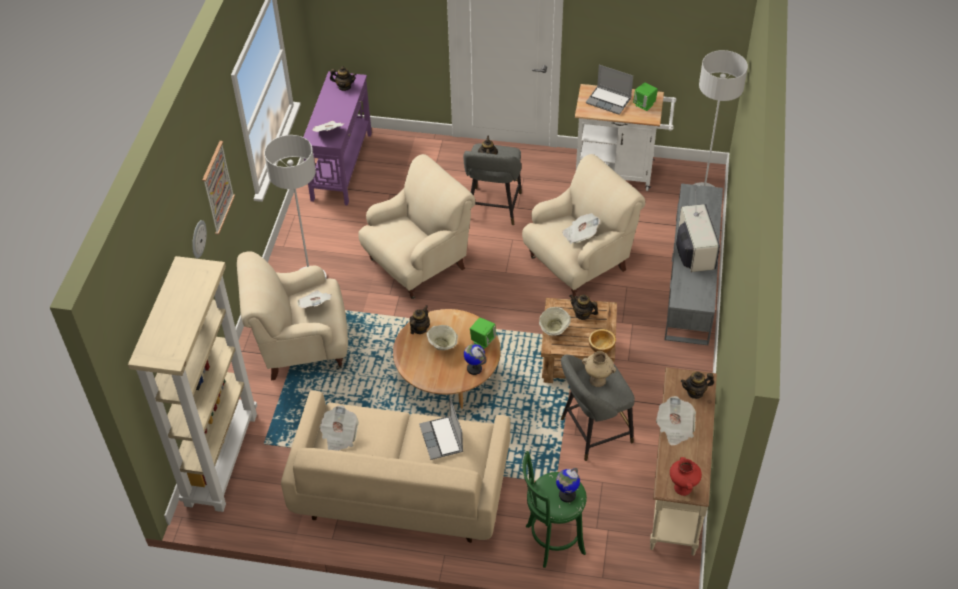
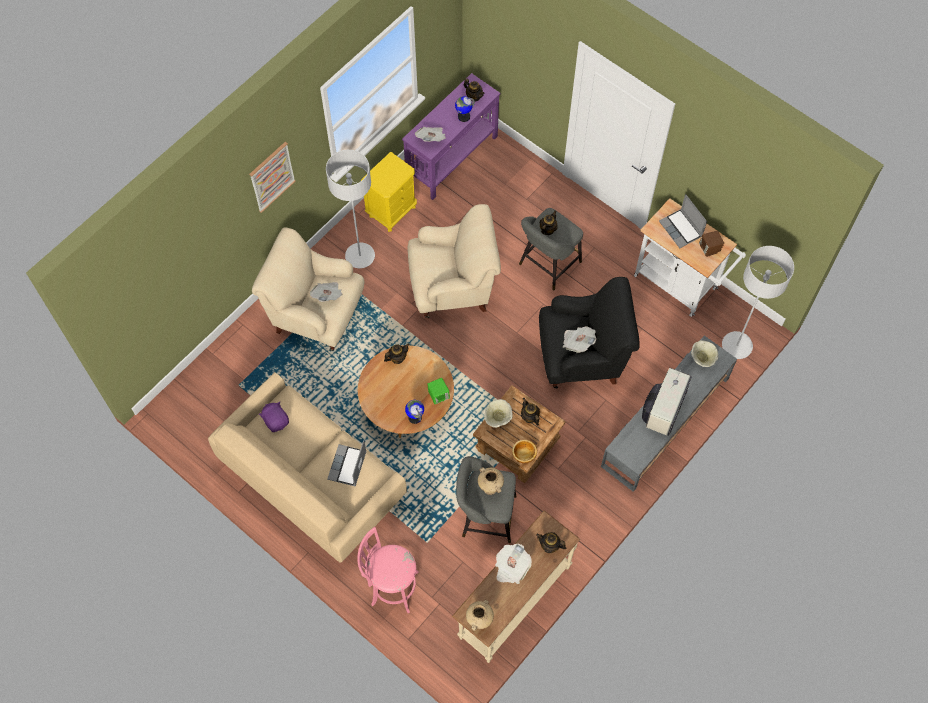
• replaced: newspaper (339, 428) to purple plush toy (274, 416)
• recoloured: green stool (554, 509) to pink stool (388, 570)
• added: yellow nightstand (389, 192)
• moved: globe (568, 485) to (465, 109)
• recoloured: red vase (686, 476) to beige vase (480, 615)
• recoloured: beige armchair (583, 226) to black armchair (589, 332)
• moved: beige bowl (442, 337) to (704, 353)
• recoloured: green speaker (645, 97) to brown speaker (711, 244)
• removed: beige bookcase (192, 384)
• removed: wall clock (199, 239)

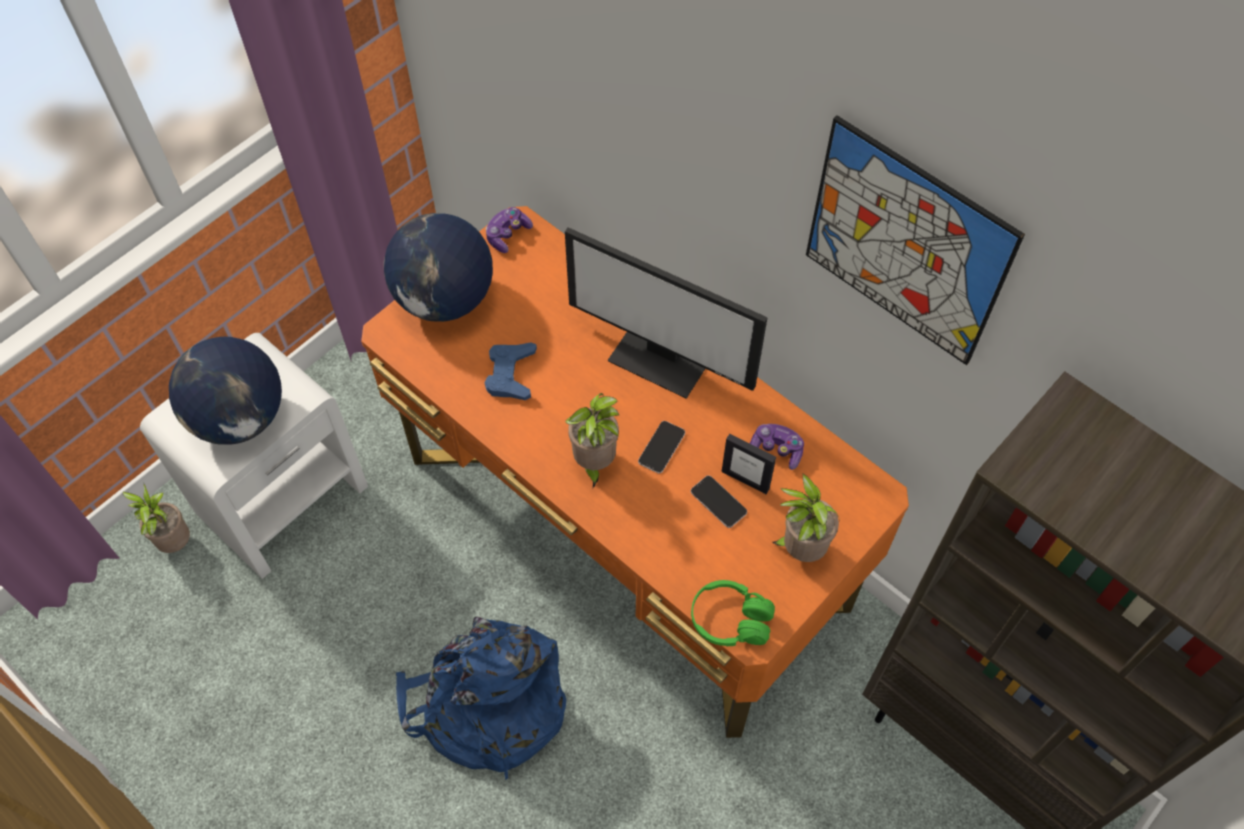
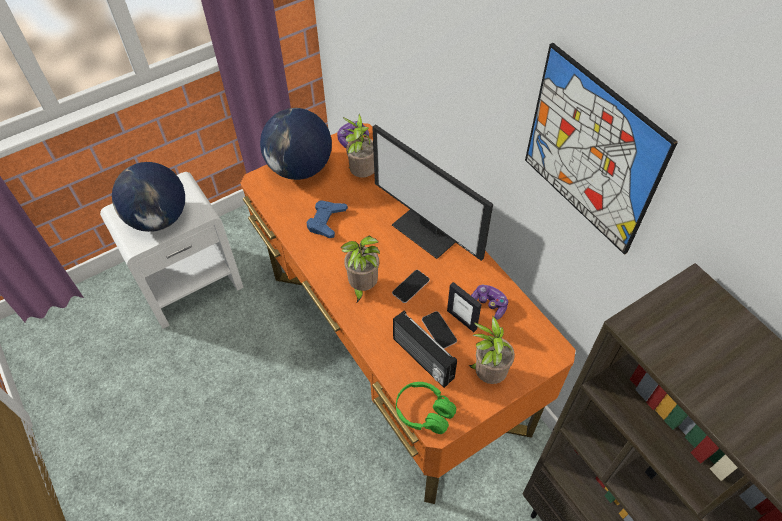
• moved: potted plant (156, 518) to (358, 146)
• added: radio (425, 349)
• removed: blue backpack (481, 698)

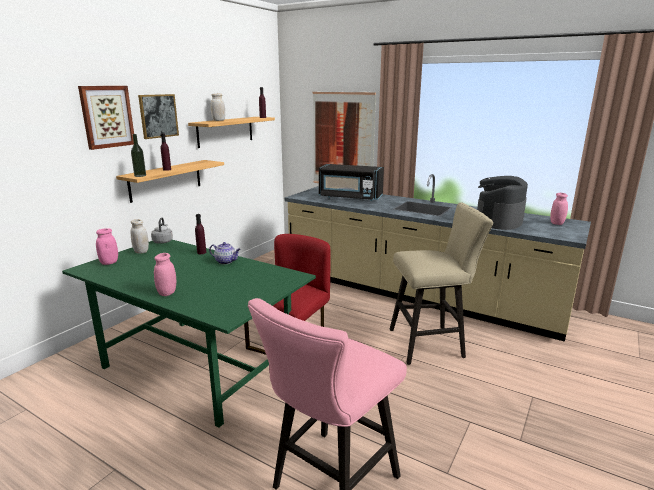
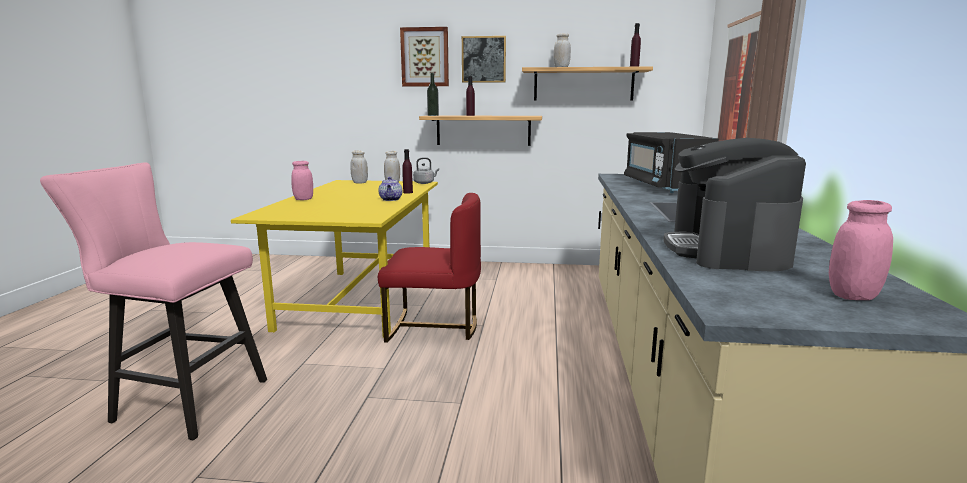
• recoloured: green dining table (189, 334) to yellow dining table (334, 259)
• recoloured: pink jar (107, 246) to white jar (359, 167)
• turned: coffee machine (502, 203) = (734, 204) 90 degrees counterclockwise
• removed: beige stool (441, 284)

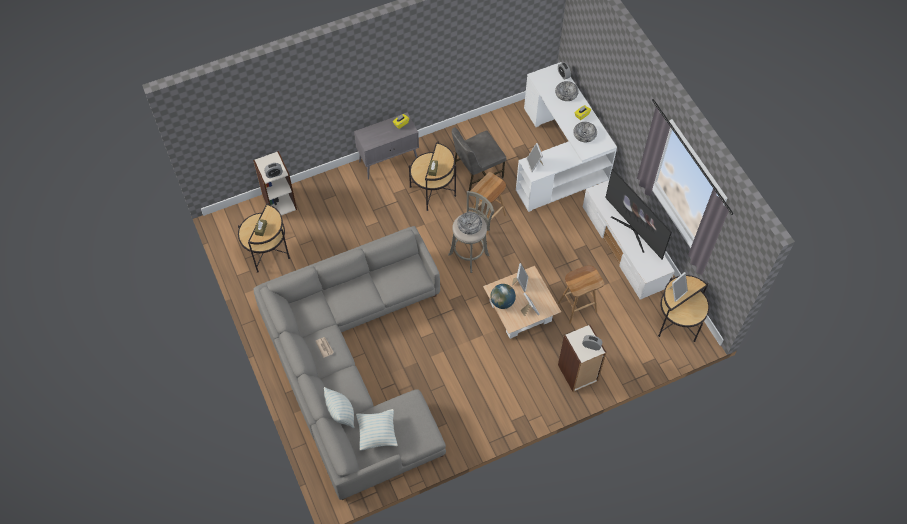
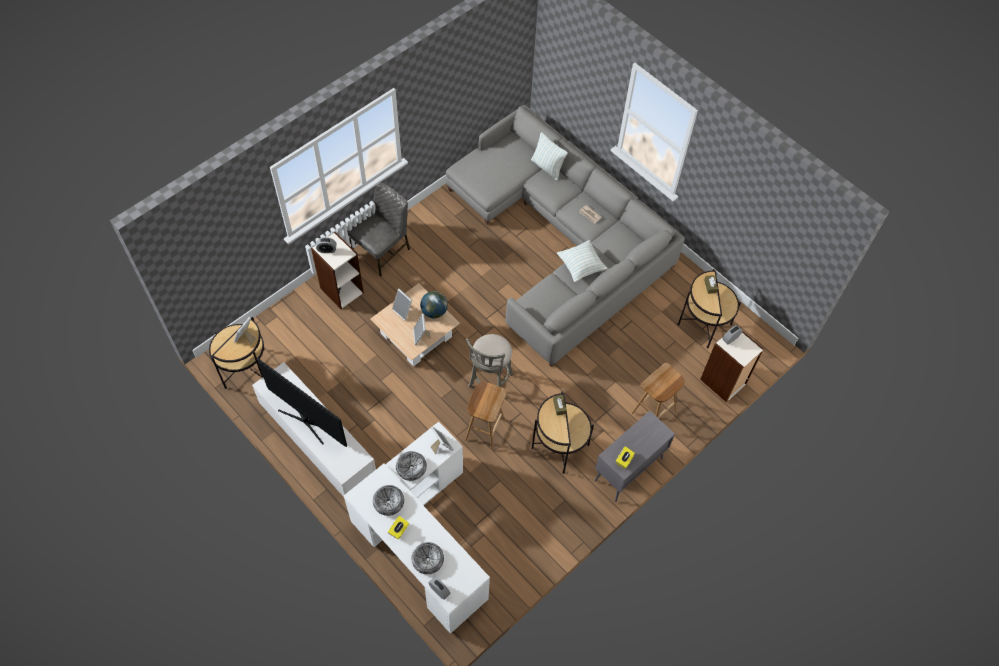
• moved: grey chair (479, 159) to (378, 229)
• moved: bowl (469, 223) to (411, 466)
• moved: pillow (377, 429) to (582, 261)
• moved: brown stool (581, 294) to (658, 390)

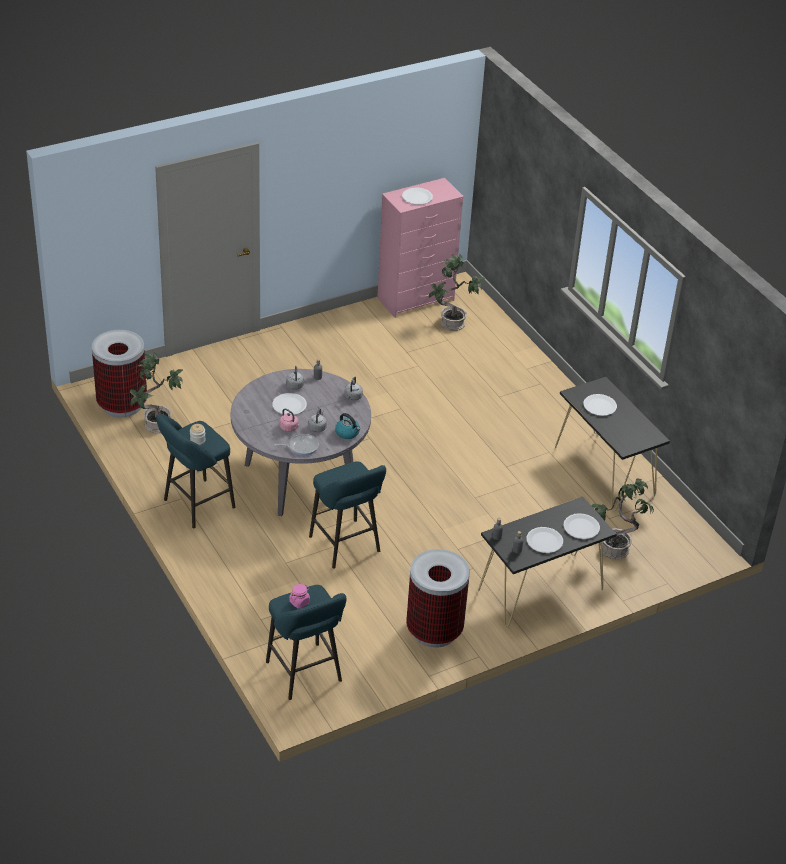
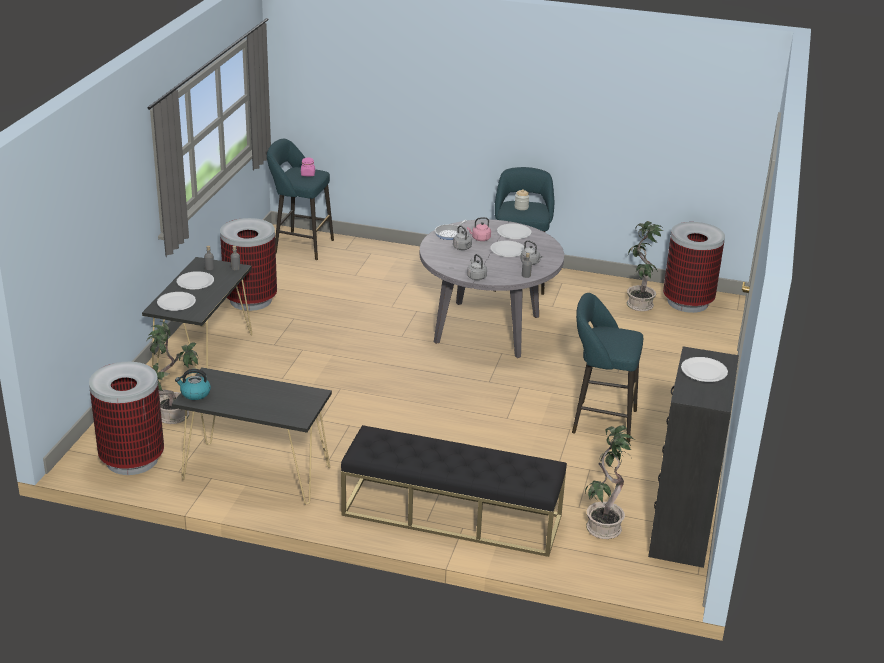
• added: trash can (126, 418)
• moved: kettle (347, 426) to (193, 384)
• added: black bench (454, 491)
• moved: white plate (600, 405) to (514, 231)
• moved: turquoise stool (347, 515) to (607, 368)
• recoloured: pink dresser (420, 248) to black dresser (693, 457)

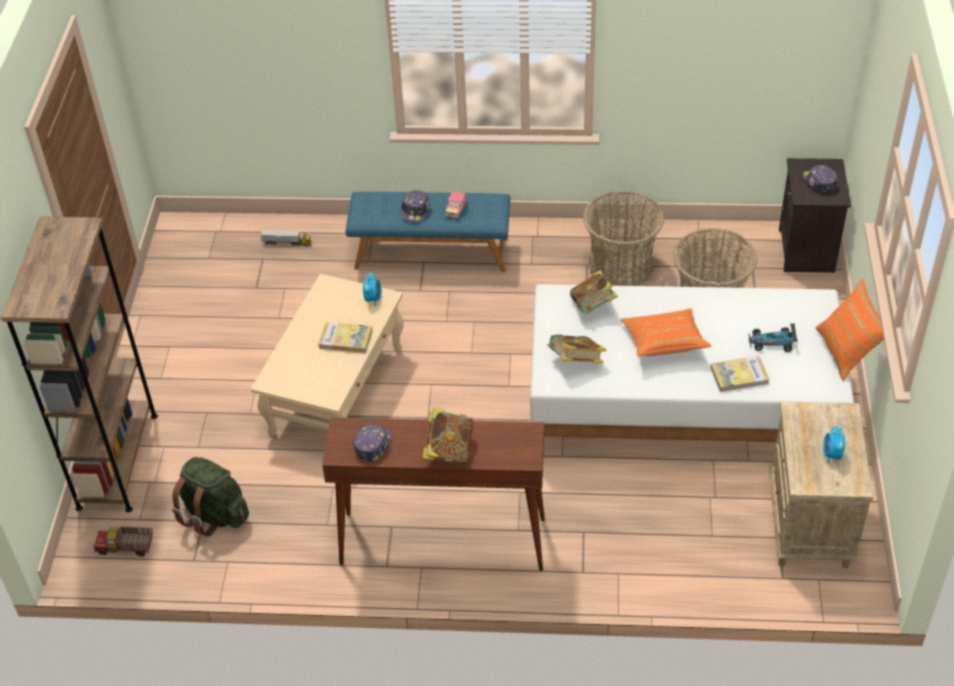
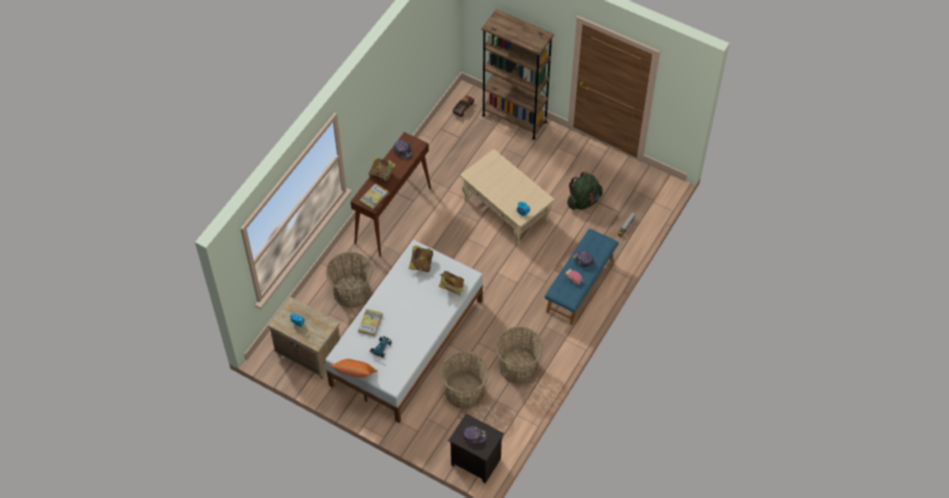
• added: basket (349, 279)
• moved: book (345, 337) to (374, 196)
• moved: green backpack (210, 497) to (585, 190)
• removed: orange pillow (665, 332)

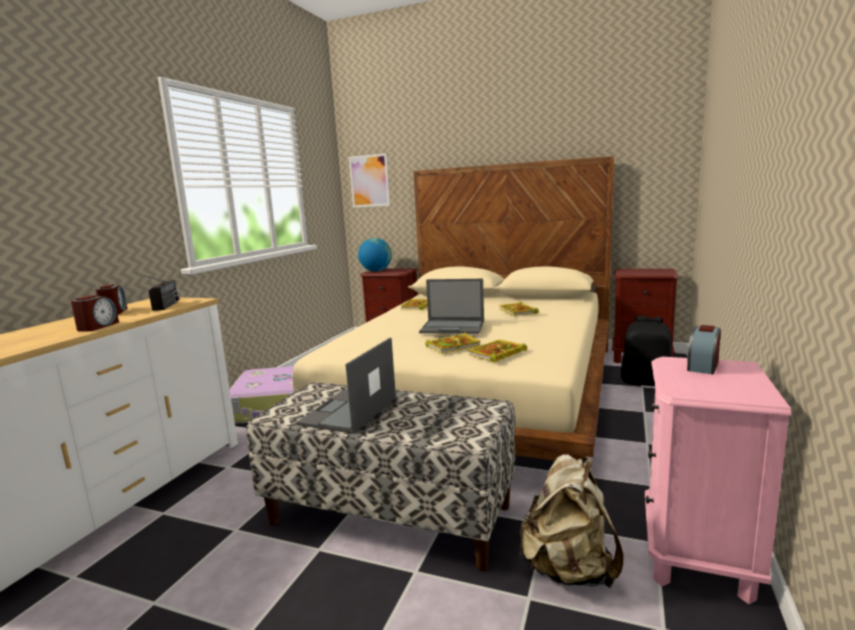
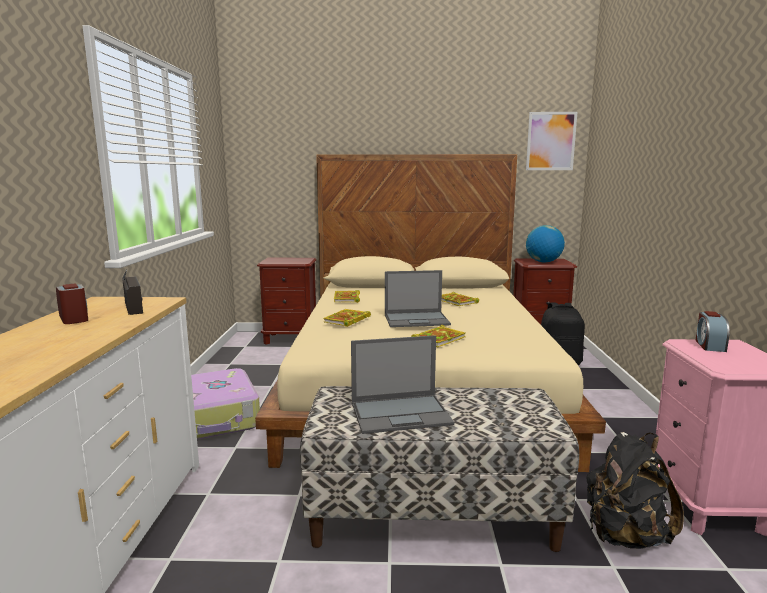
• moved: book (497, 350) to (347, 318)
• turned: laptop (346, 386) = (402, 384) 105 degrees counterclockwise
• moved: picture (369, 180) to (551, 141)
• moved: globe (375, 255) to (545, 244)
• recoloured: beige backpack (571, 521) to black backpack (635, 490)
• removed: alarm clock (95, 313)

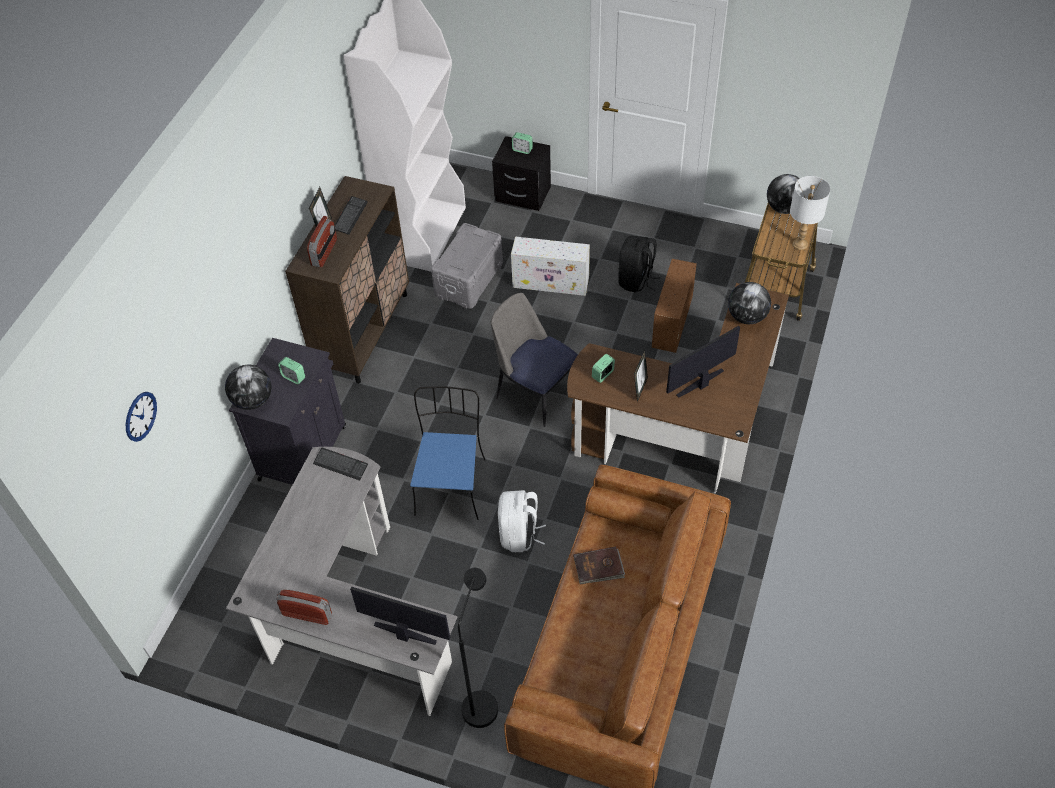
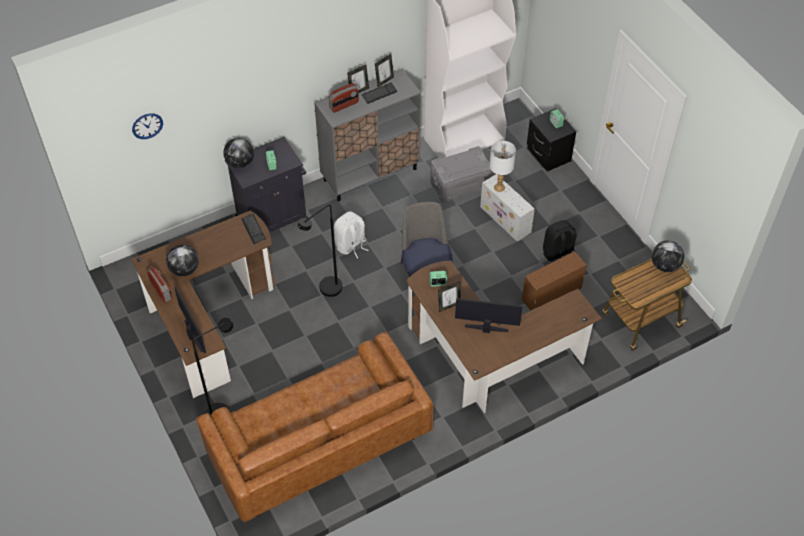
• recoloured: grey desk (341, 581) to brown desk (203, 304)
• moved: globe (749, 303) to (182, 261)
• replaced: blue chair (447, 453) to black floor lamp (320, 250)
• recoloured: brown cabinet (347, 280) to grey cabinet (367, 135)
• moved: white backpack (522, 521) to (351, 235)
• added: picture frame (384, 70)
• moved: white table lamp (810, 213) to (502, 166)
• removed: brown book (599, 565)

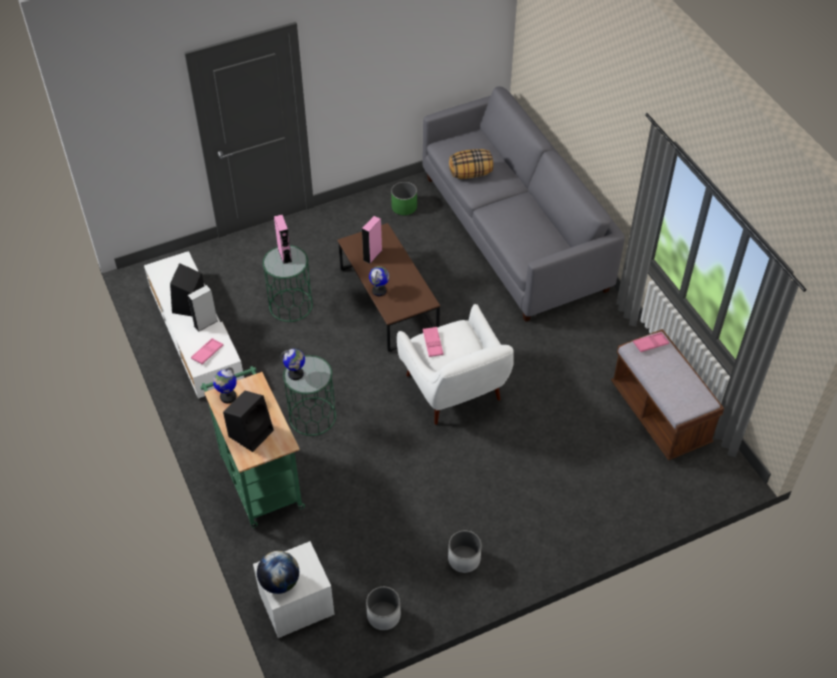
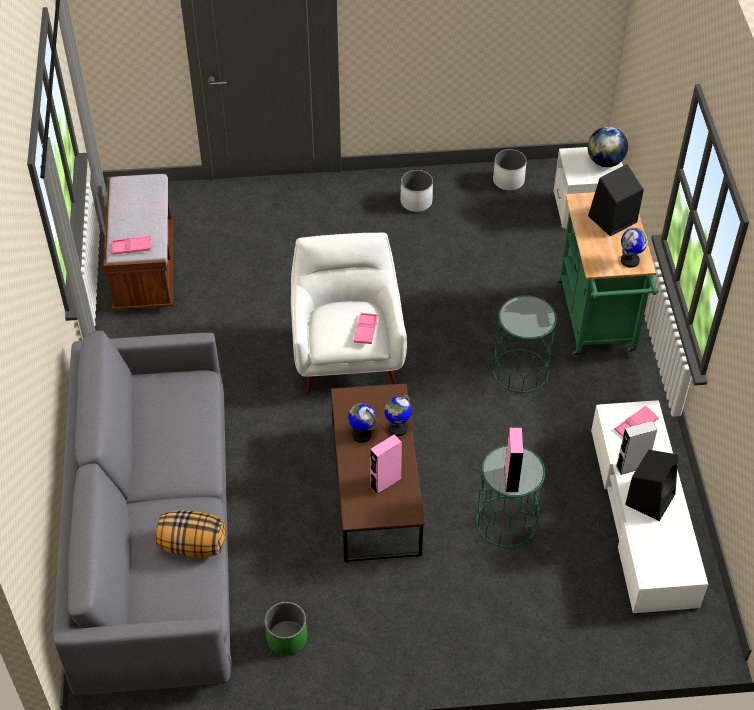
• moved: globe (292, 364) to (362, 423)

